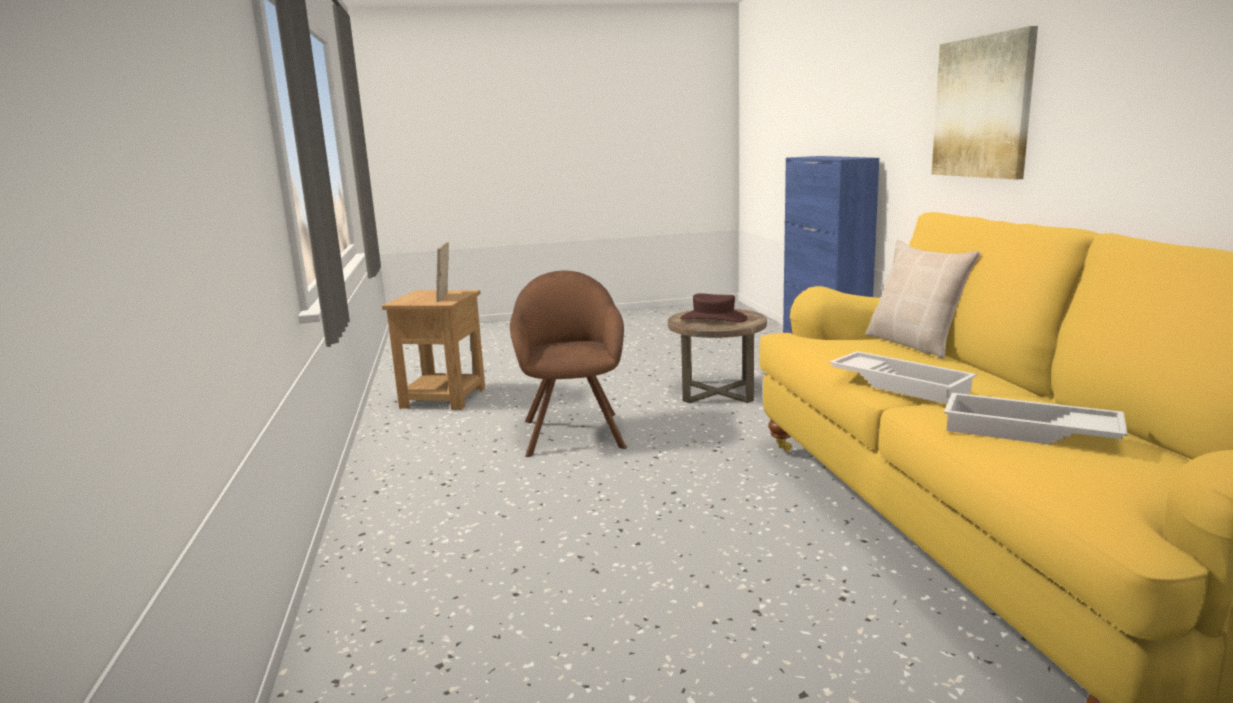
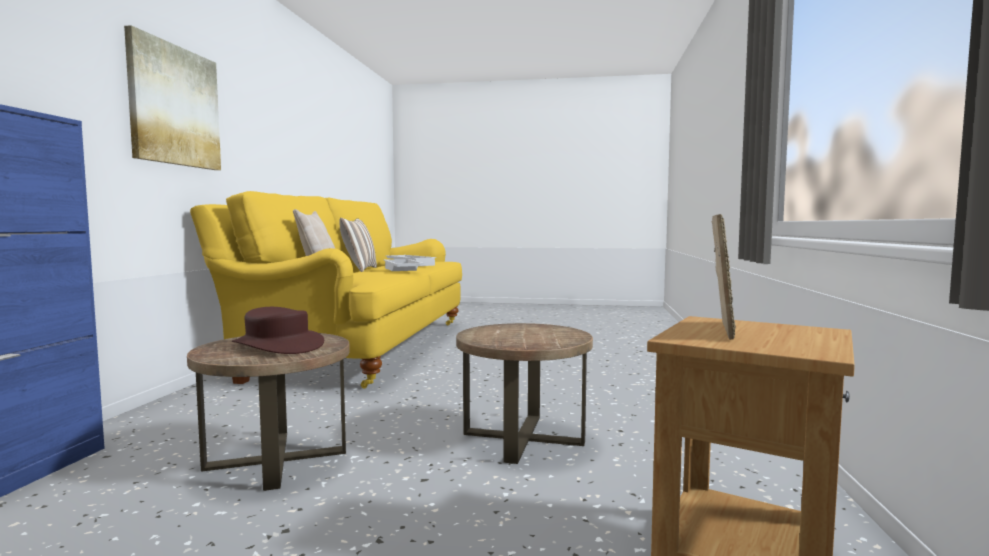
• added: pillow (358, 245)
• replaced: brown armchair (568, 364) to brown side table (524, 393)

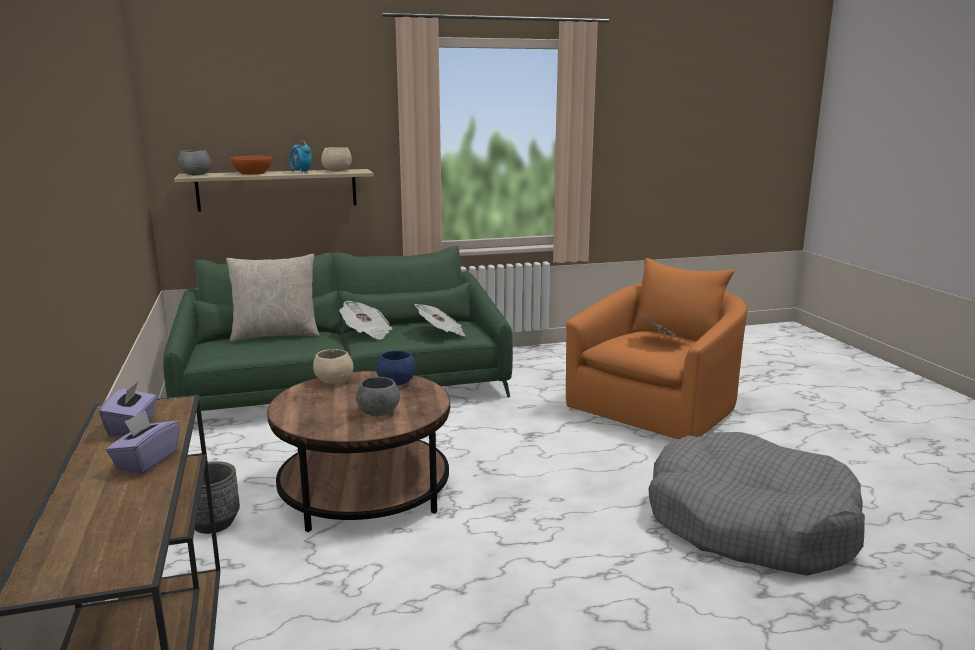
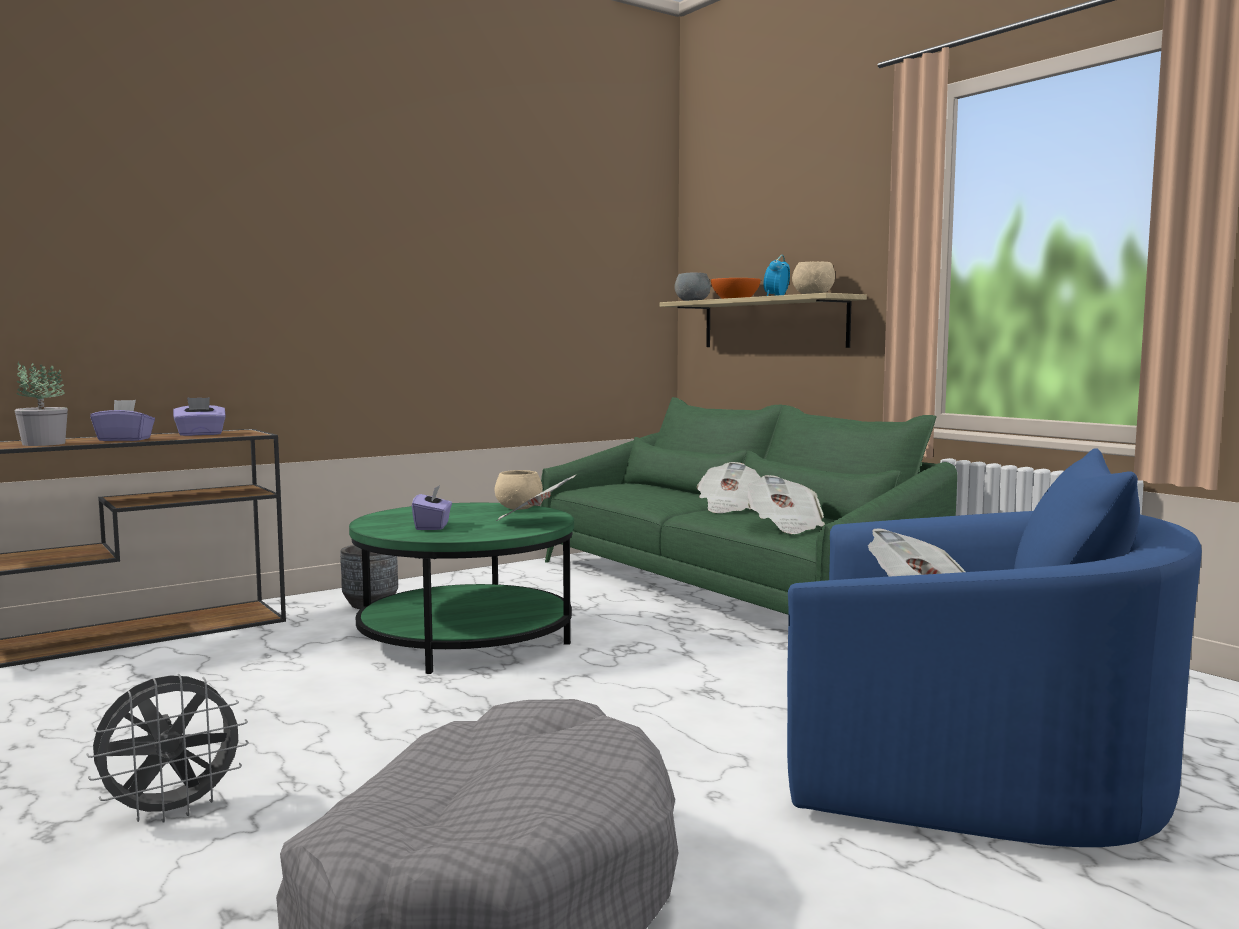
• added: potted plant (41, 404)
• added: grey fan (167, 748)
• recoloured: brown coffee table (358, 451) to green coffee table (461, 588)
• replaced: grey bowl (378, 396) to purple tissue box (432, 507)
• replaced: blue bowl (396, 367) to newspaper (535, 498)
• recoloured: orange armchair (656, 348) to blue armchair (994, 647)
• removed: beige pillow (273, 298)

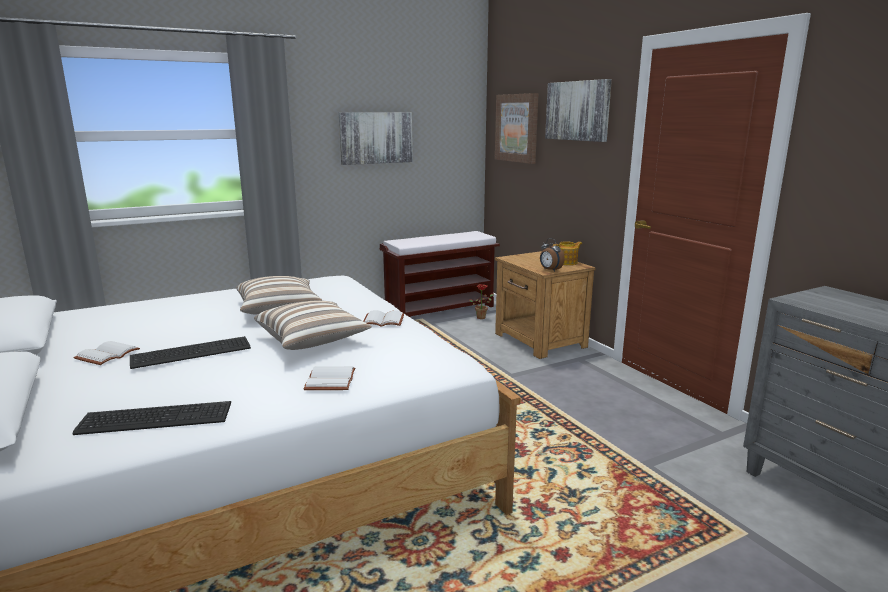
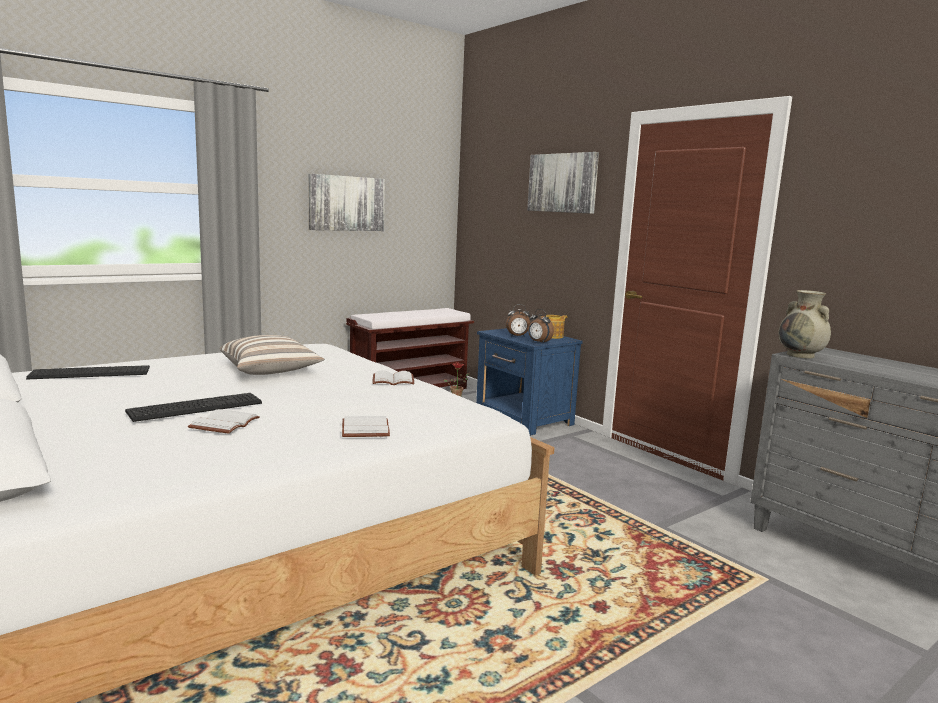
• moved: keyboard (151, 418) to (88, 372)
• moved: white book (107, 353) to (224, 421)
• recoloured: brown nightstand (545, 305) to blue nightstand (529, 382)
• added: alarm clock (518, 320)
• added: beige vase (805, 324)
• removed: pillow (313, 325)
• removed: picture (517, 128)

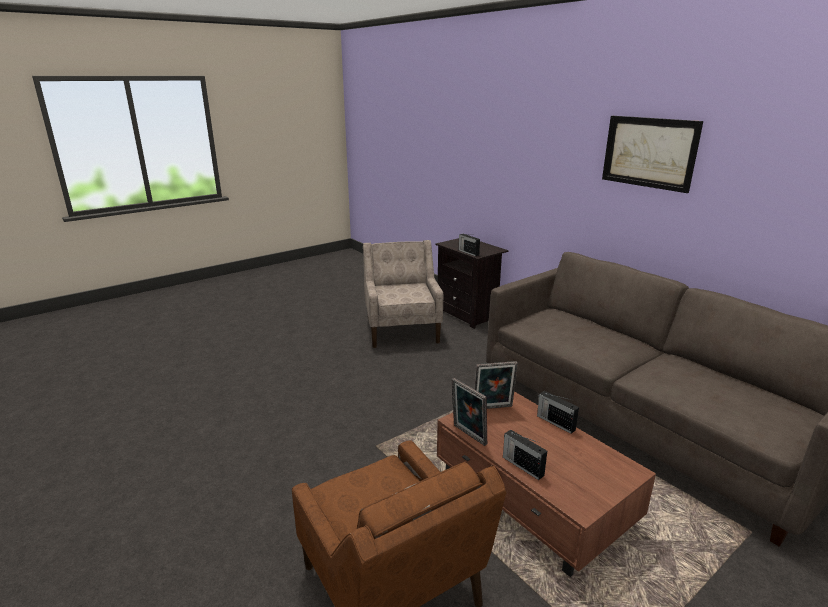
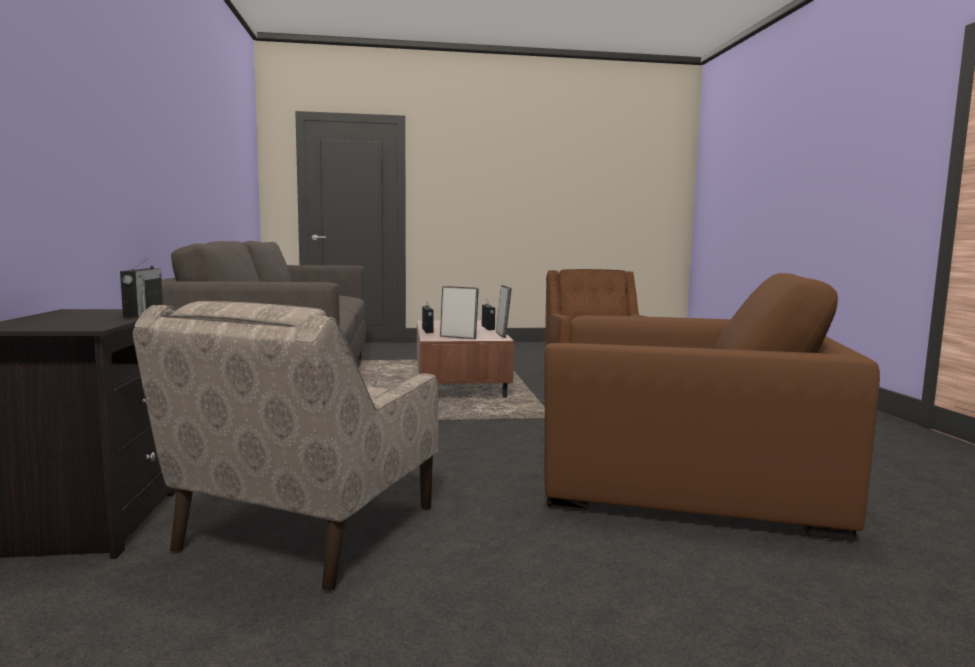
• added: brown armchair (712, 407)
• removed: picture (652, 154)

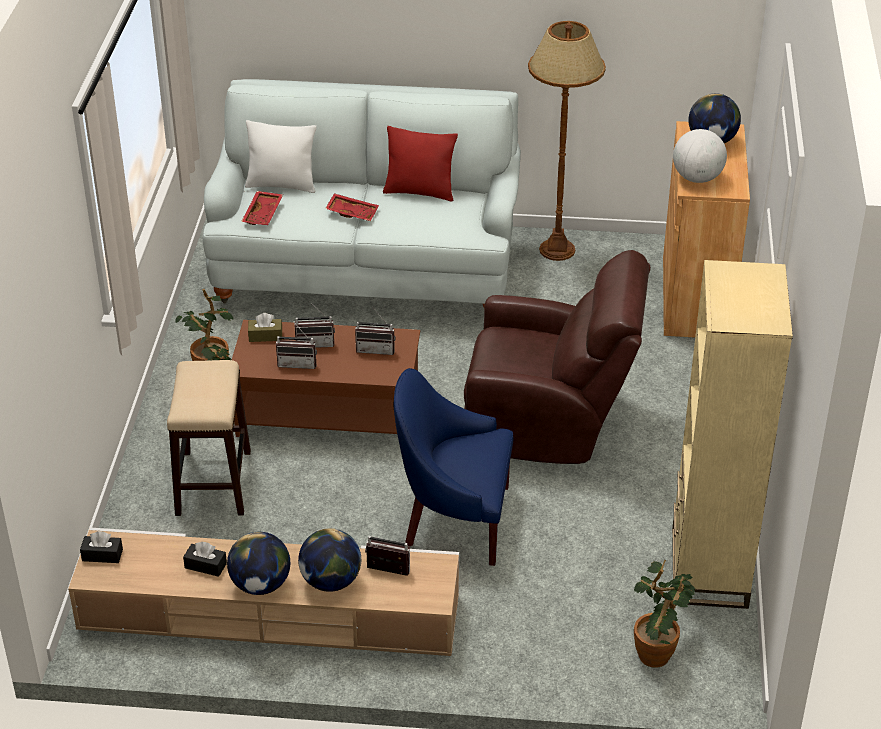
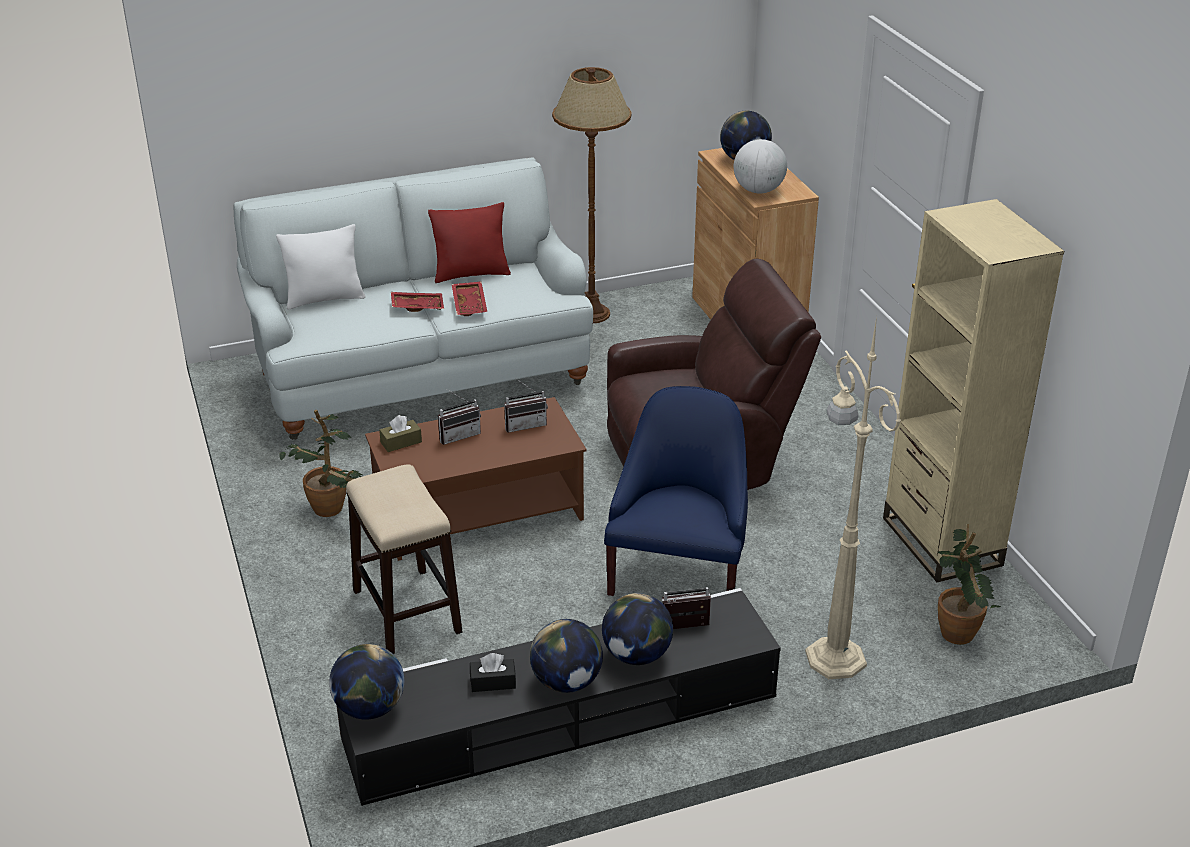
• replaced: black tissue box (101, 547) to globe (366, 682)
• recoloured: beige tv stand (263, 591) to black tv stand (558, 697)
• moved: red tray (262, 208) to (469, 298)
• turned: blue armchair (453, 467) = (676, 491) 120 degrees clockwise
• added: beige floor lamp (853, 497)
• removed: radio (296, 345)

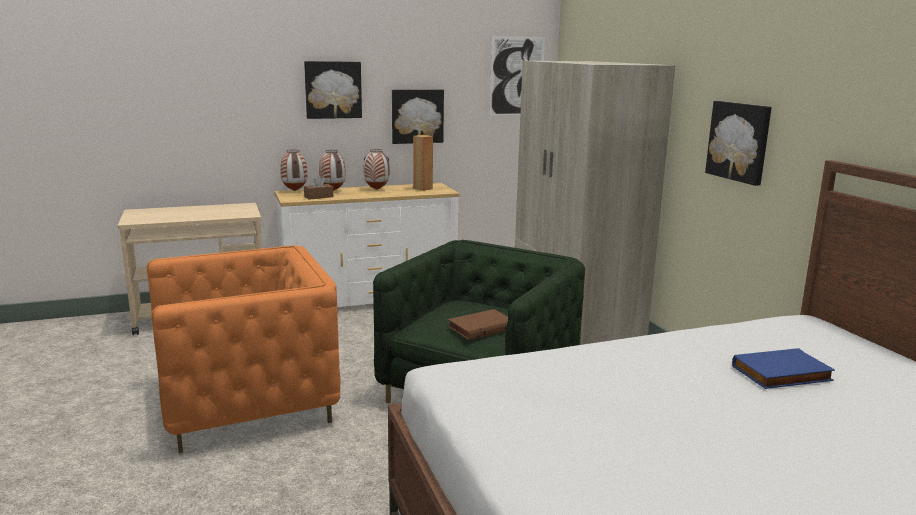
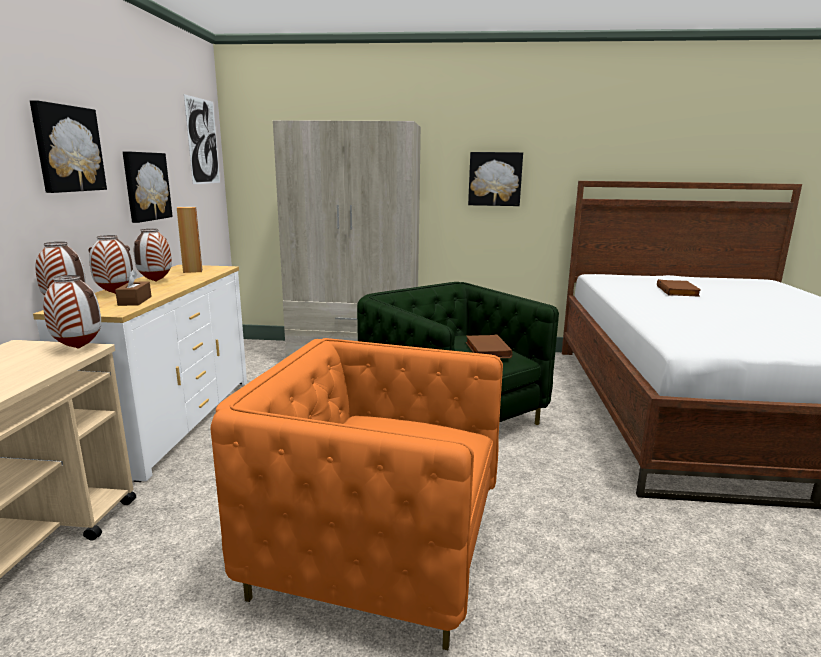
• added: vase (72, 312)
• turned: orange armchair (244, 349) = (357, 494) 75 degrees counterclockwise
• recoloured: blue book (783, 368) to brown book (679, 288)

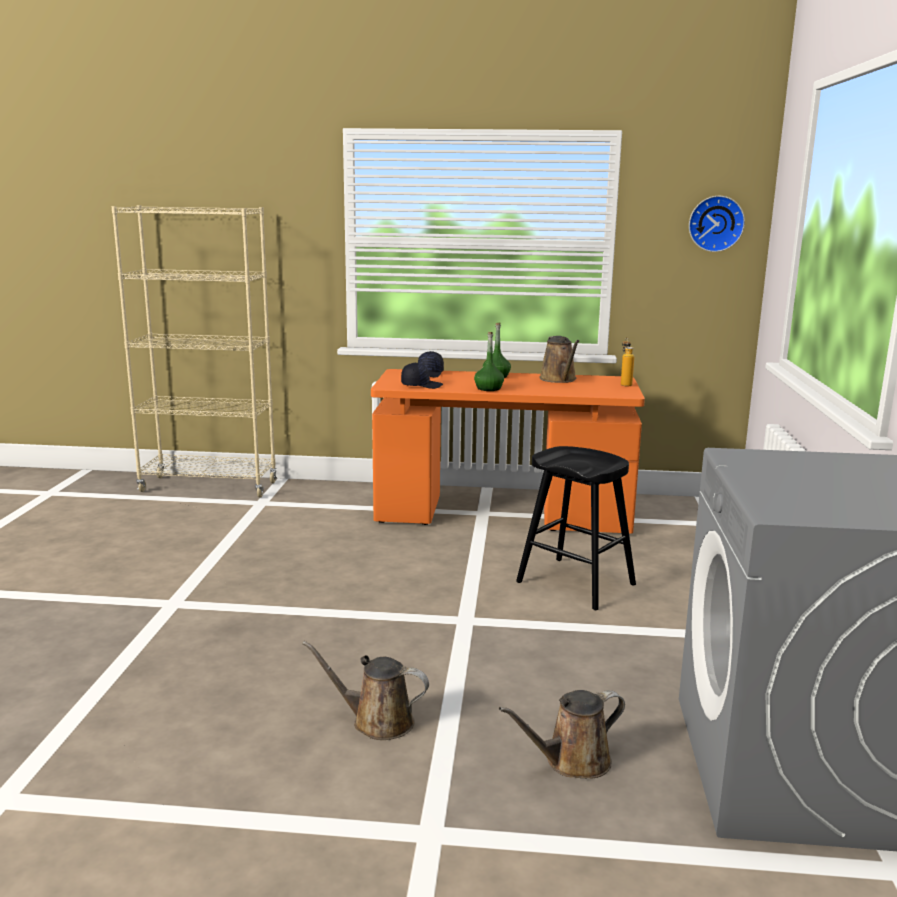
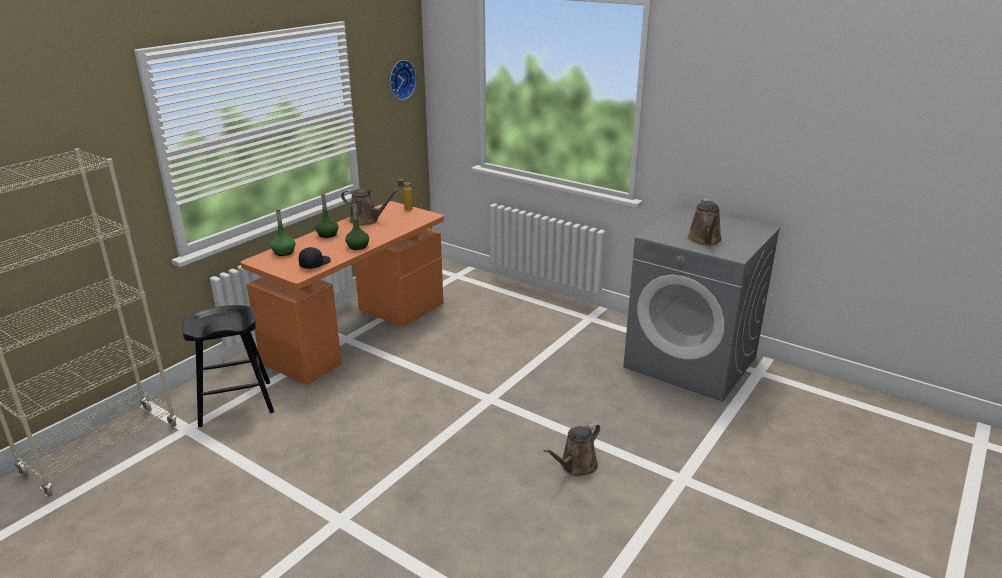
• moved: black stool (576, 528) to (228, 366)
• replaced: black cap (431, 364) to green bottle (282, 232)
• moved: brown watering can (562, 734) to (704, 222)

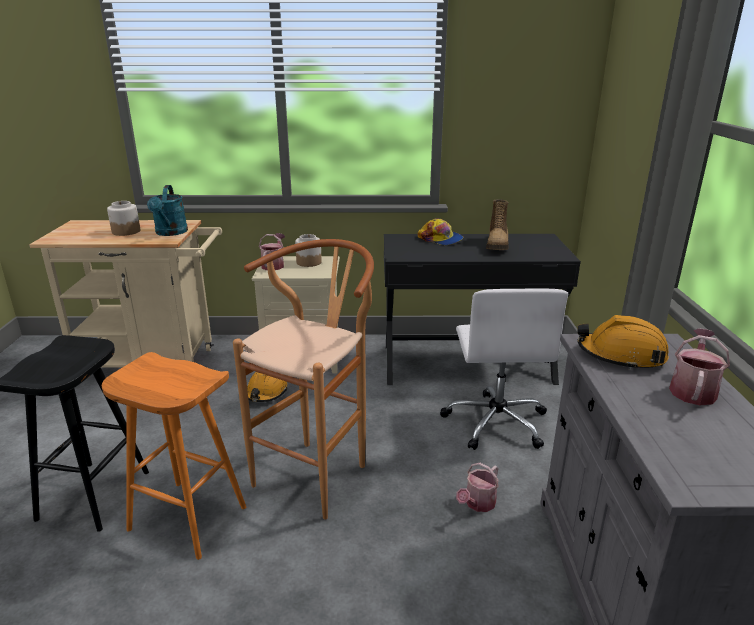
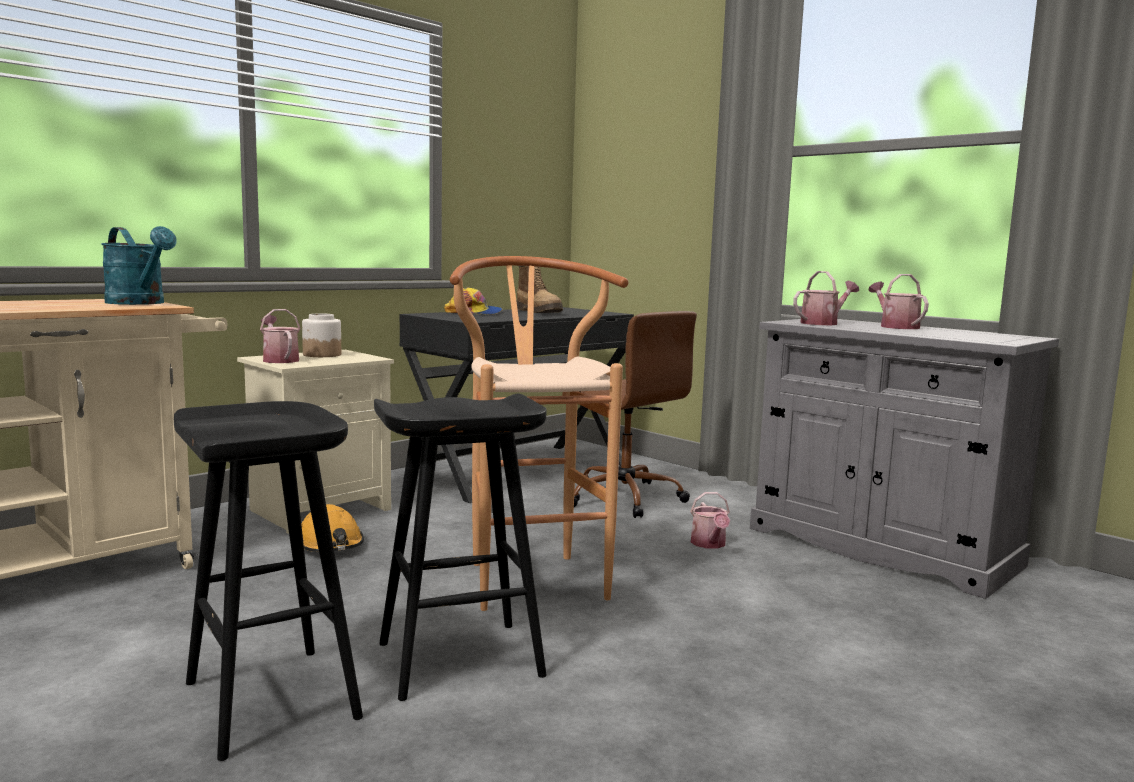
• recoloured: orange stool (174, 456) to black stool (460, 547)
• recoloured: white office chair (504, 369) to brown office chair (629, 414)
• replaced: orange hard hat (623, 342) to watering can (826, 298)
• removed: jar (124, 218)

